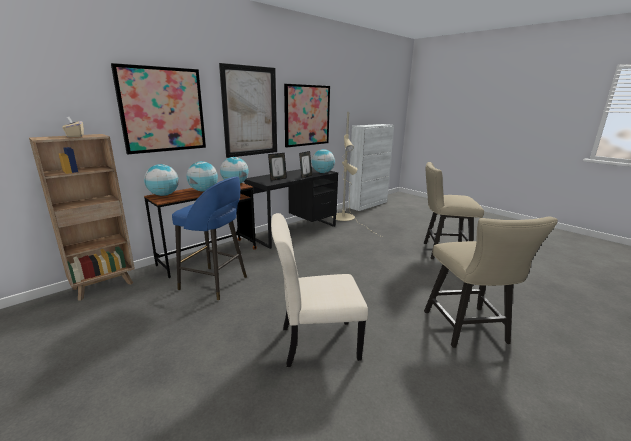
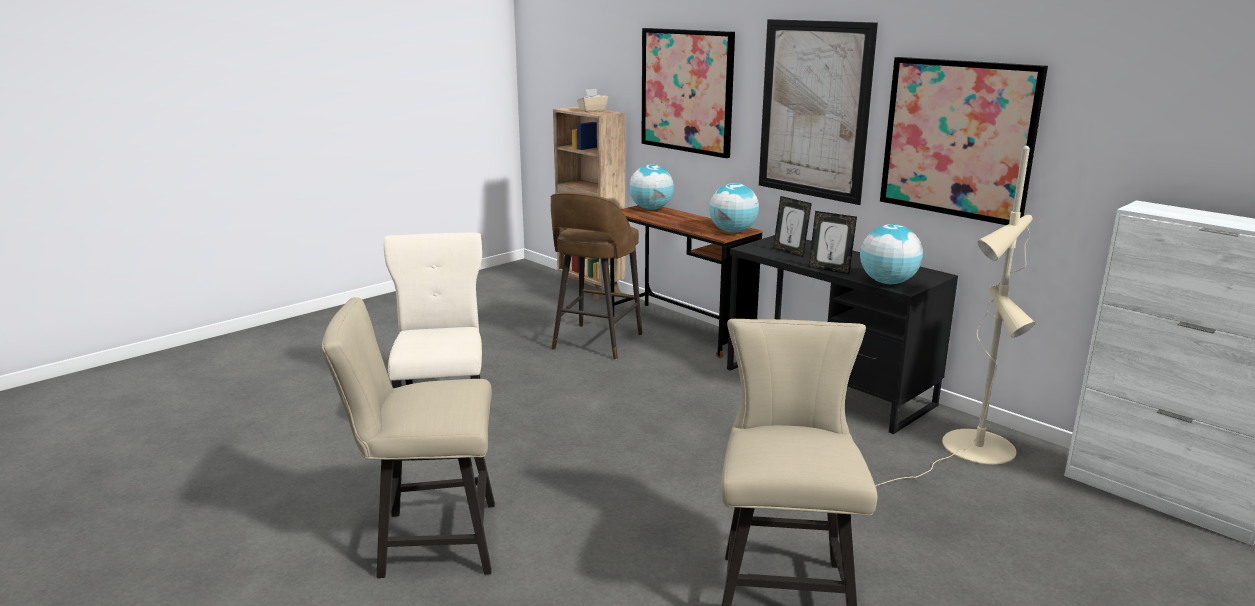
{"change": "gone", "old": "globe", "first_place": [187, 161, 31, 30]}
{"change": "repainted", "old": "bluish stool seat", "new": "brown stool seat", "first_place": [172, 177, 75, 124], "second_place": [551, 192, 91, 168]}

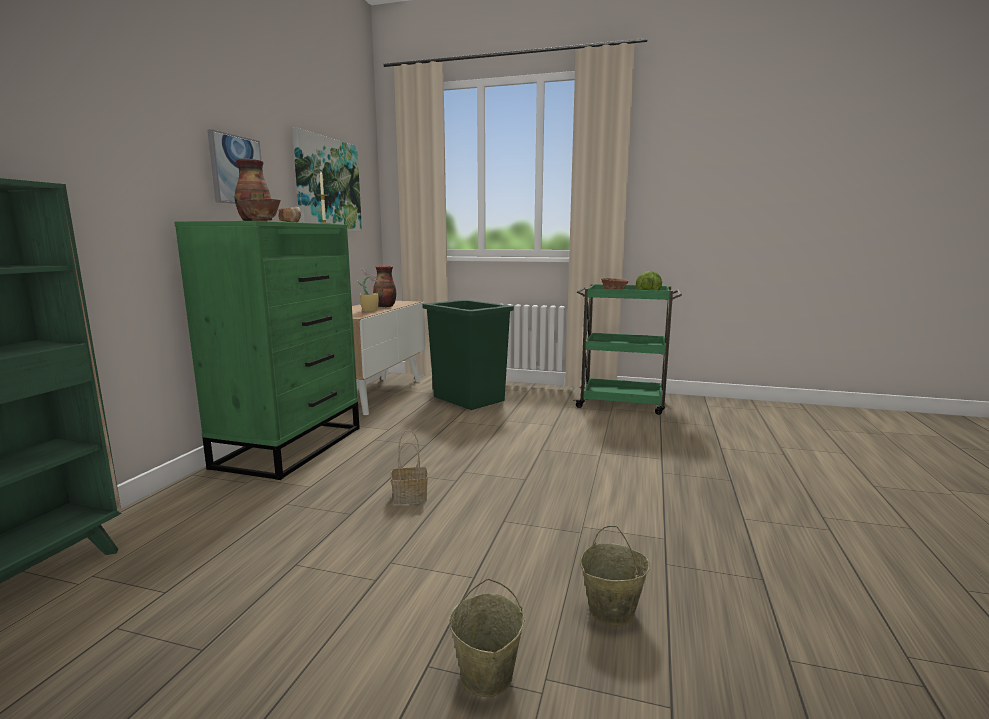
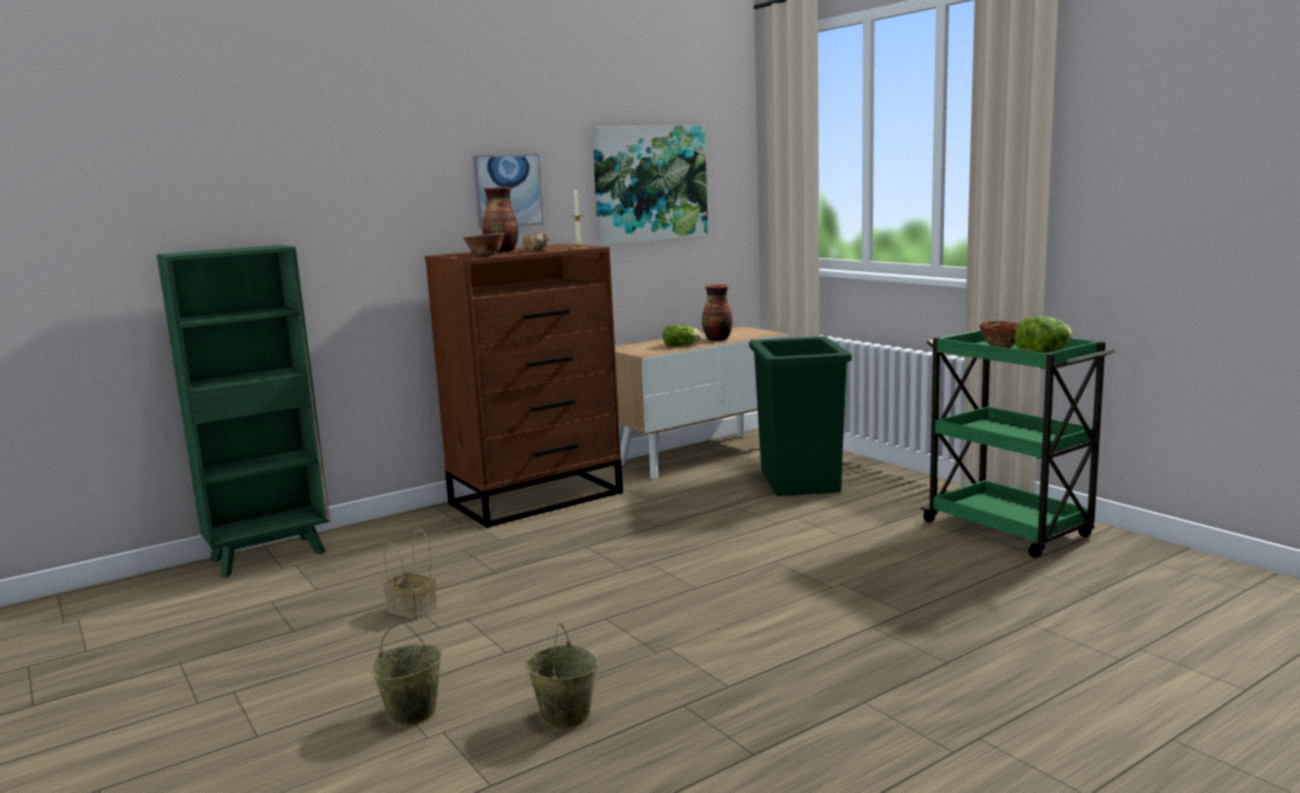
{"change": "shifted", "old": "storage basket", "first_place": [391, 430, 37, 74], "second_place": [383, 529, 54, 91]}
{"change": "swapped", "old": "plant in a pot", "new": "lettuce", "first_place": [357, 268, 22, 44], "second_place": [663, 325, 38, 21]}
{"change": "repainted", "old": "greenish chest of drawers", "new": "brown chest of drawers", "first_place": [174, 221, 186, 259], "second_place": [425, 244, 198, 284]}

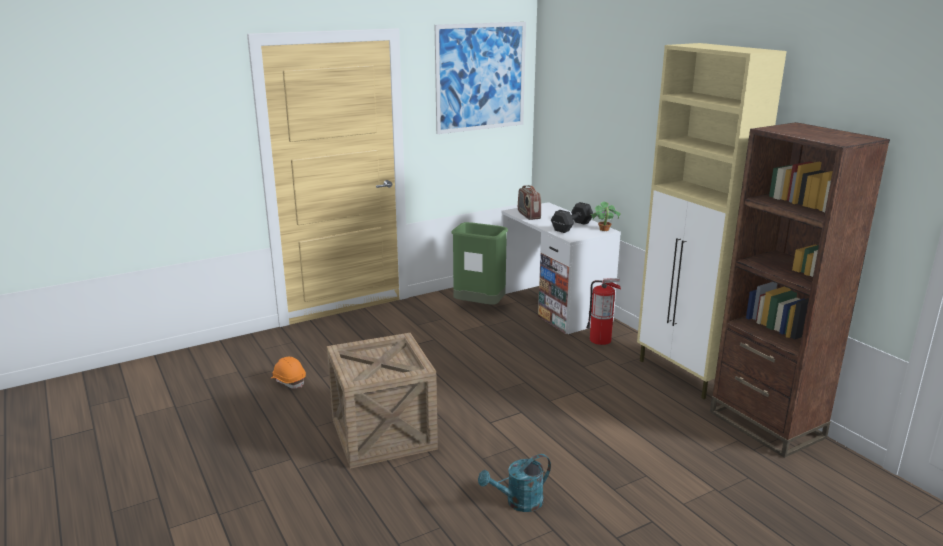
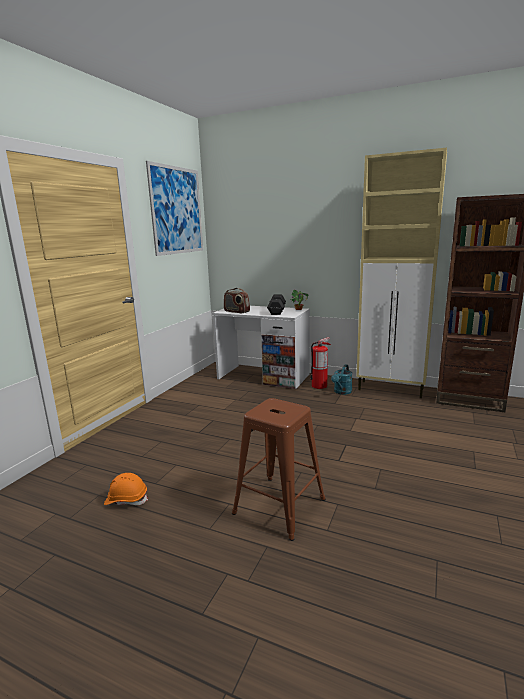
{"change": "gone", "old": "greenish trash can", "first_place": [451, 222, 57, 83]}
{"change": "shifted", "old": "turquoise sprinkling can", "first_place": [478, 454, 73, 58], "second_place": [331, 365, 21, 30]}
{"change": "swapped", "old": "packing crate", "new": "brown stool seat", "first_place": [327, 333, 111, 136], "second_place": [232, 398, 94, 143]}

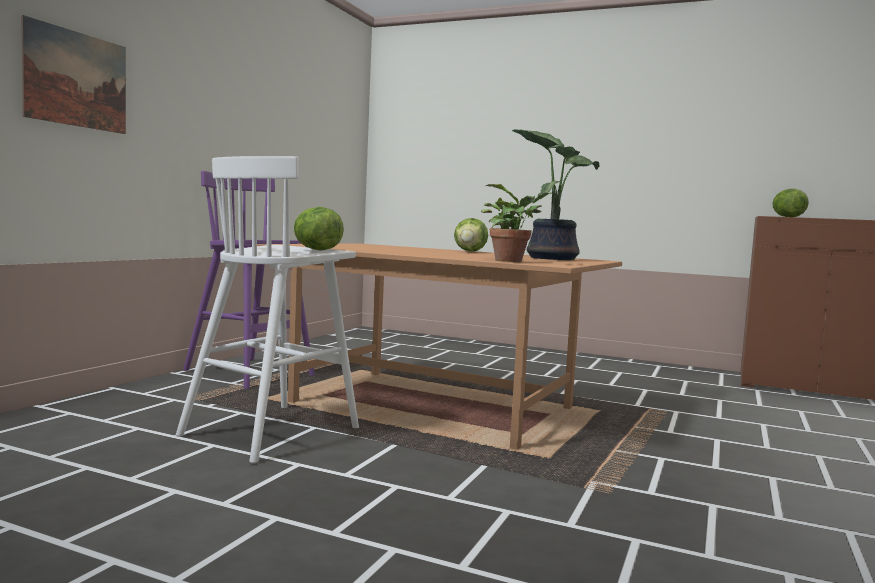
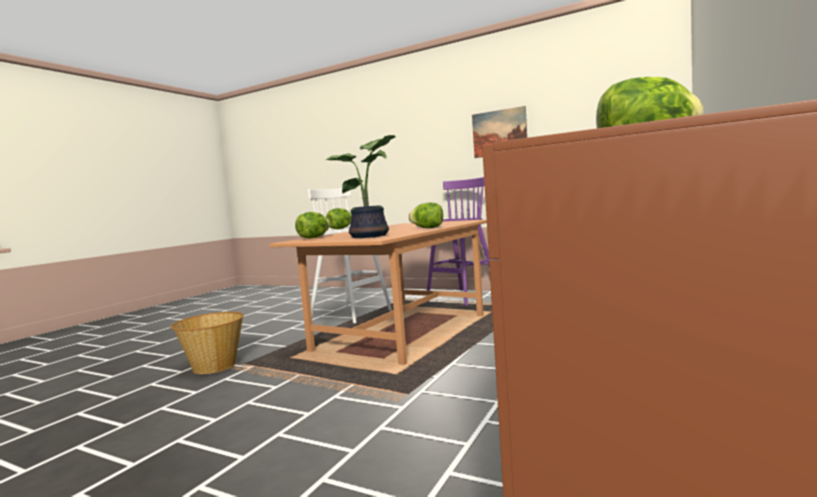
{"change": "new", "new": "storage basket", "second_place": [170, 312, 74, 62]}
{"change": "shifted", "old": "picture", "first_place": [21, 15, 105, 119], "second_place": [472, 106, 55, 52]}
{"change": "swapped", "old": "plant in a pot", "new": "lettuce", "first_place": [481, 184, 72, 78], "second_place": [295, 212, 35, 27]}

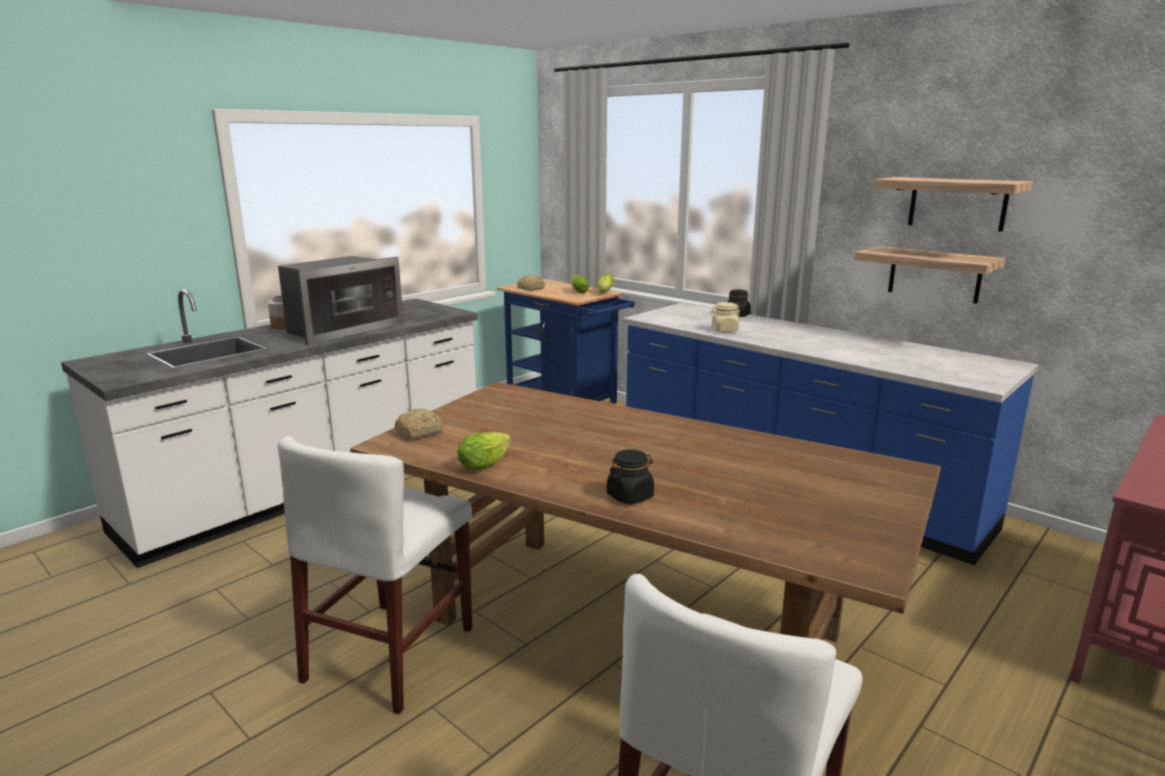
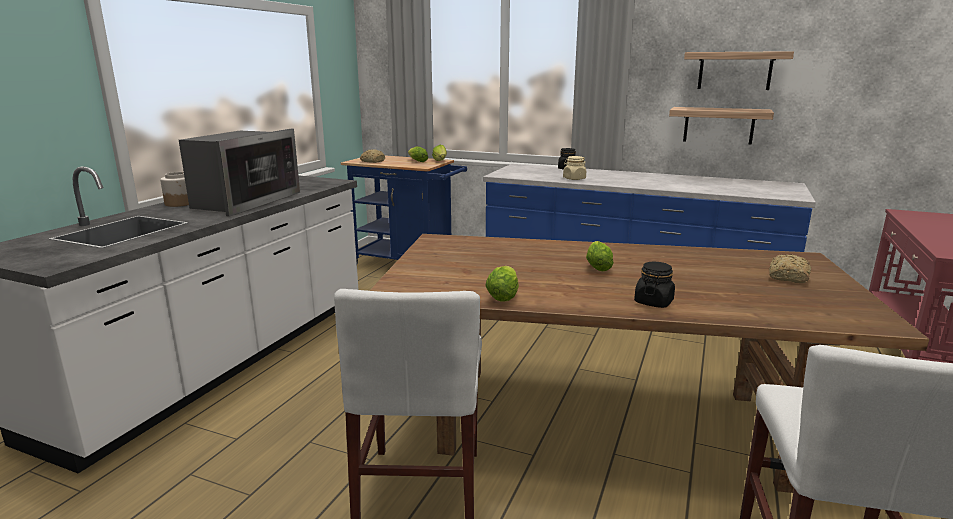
{"change": "new", "new": "lettuce", "second_place": [586, 241, 28, 30]}
{"change": "shifted", "old": "bakery bread", "first_place": [395, 408, 48, 32], "second_place": [769, 254, 42, 29]}

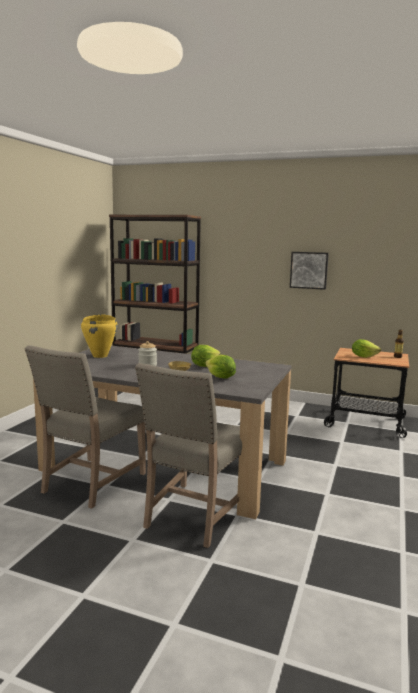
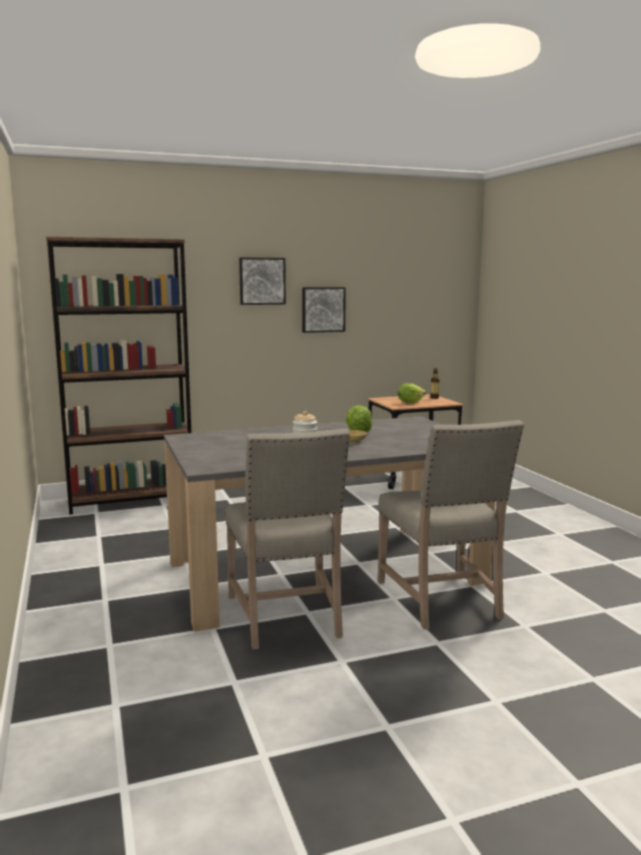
{"change": "gone", "old": "yellow-coloured saucepot", "first_place": [81, 314, 37, 44]}
{"change": "gone", "old": "lettuce", "first_place": [205, 355, 31, 23]}
{"change": "new", "new": "picture", "second_place": [239, 257, 47, 48]}

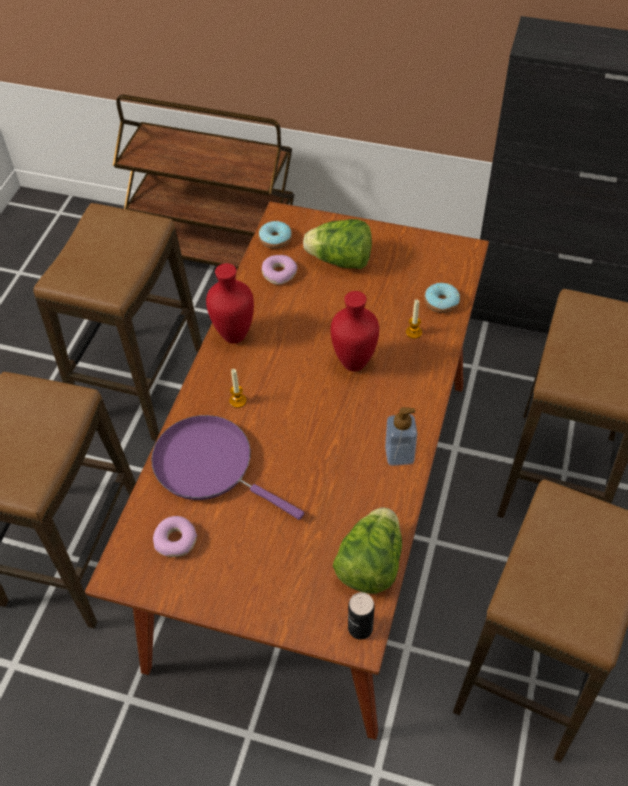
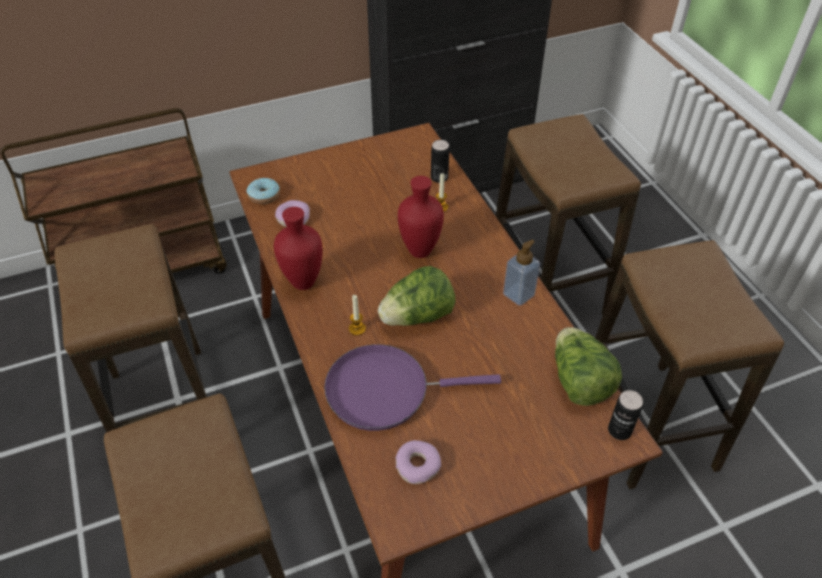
{"change": "shifted", "old": "lettuce", "first_place": [303, 219, 69, 50], "second_place": [378, 266, 78, 60]}
{"change": "swapped", "old": "donut", "new": "metal can", "first_place": [424, 283, 36, 30], "second_place": [431, 140, 19, 43]}

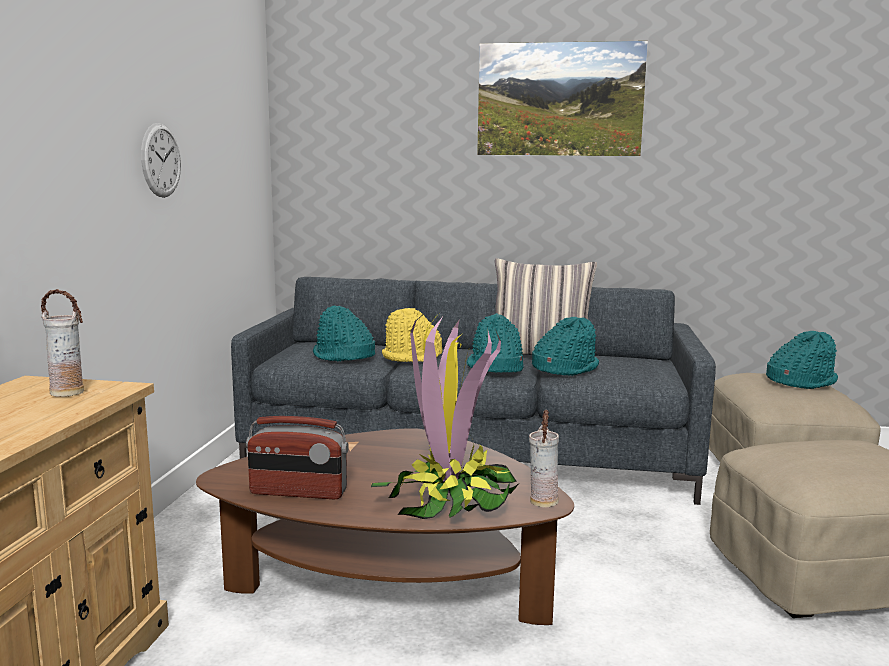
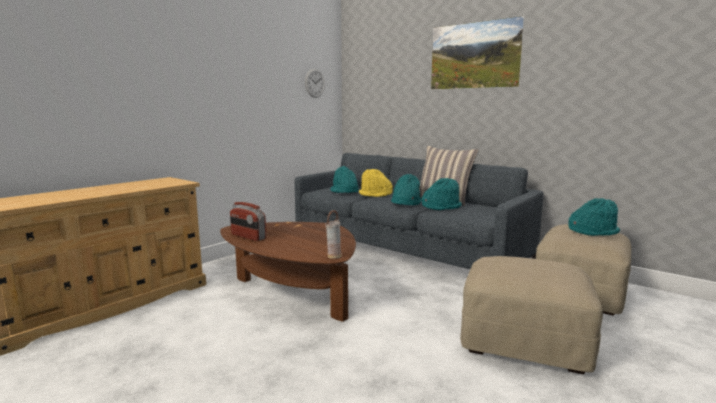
{"change": "gone", "old": "flower vase", "first_place": [41, 289, 43, 108]}
{"change": "gone", "old": "plant in a pot", "first_place": [371, 312, 148, 207]}
{"change": "shifted", "old": "hanging clock", "first_place": [141, 123, 40, 75], "second_place": [305, 69, 20, 29]}

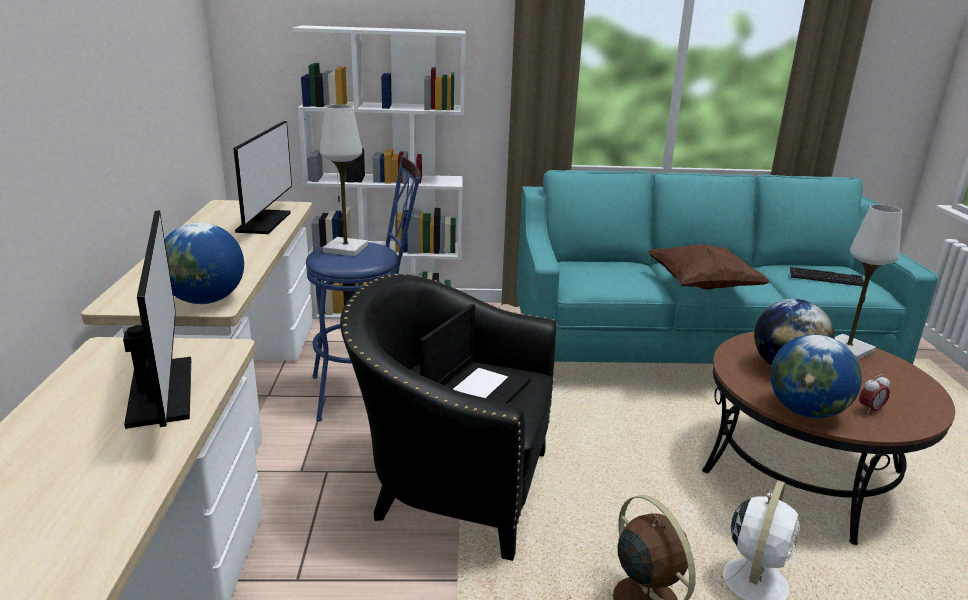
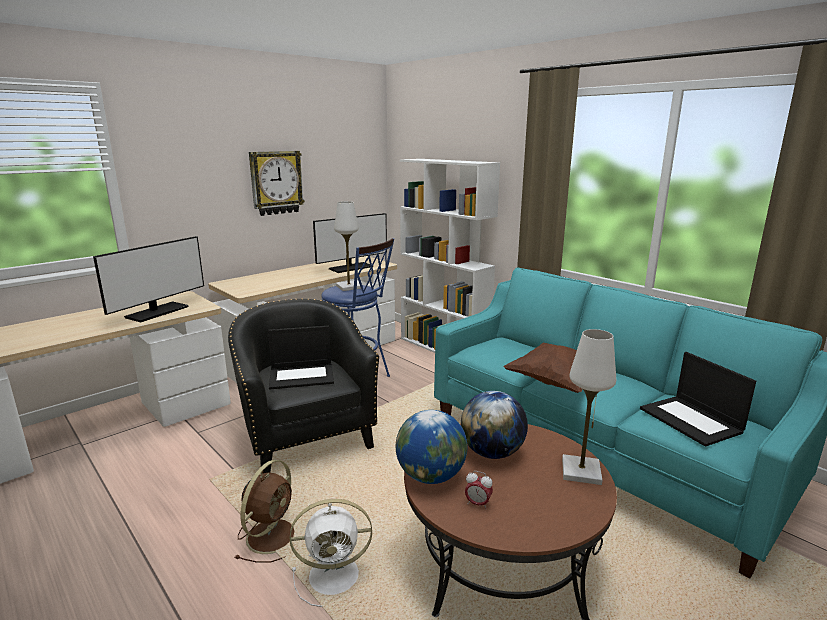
{"change": "gone", "old": "globe", "first_place": [165, 222, 79, 82]}
{"change": "new", "new": "hanging clock", "second_place": [249, 151, 56, 65]}
{"change": "swapped", "old": "PC keyboard", "new": "portable computer", "first_place": [790, 267, 74, 19], "second_place": [640, 352, 116, 95]}

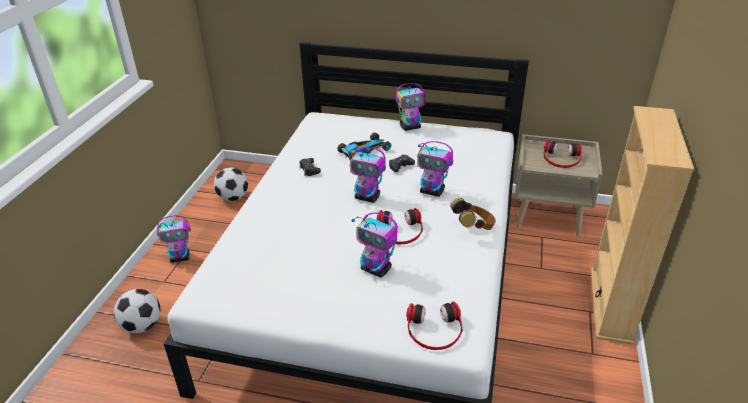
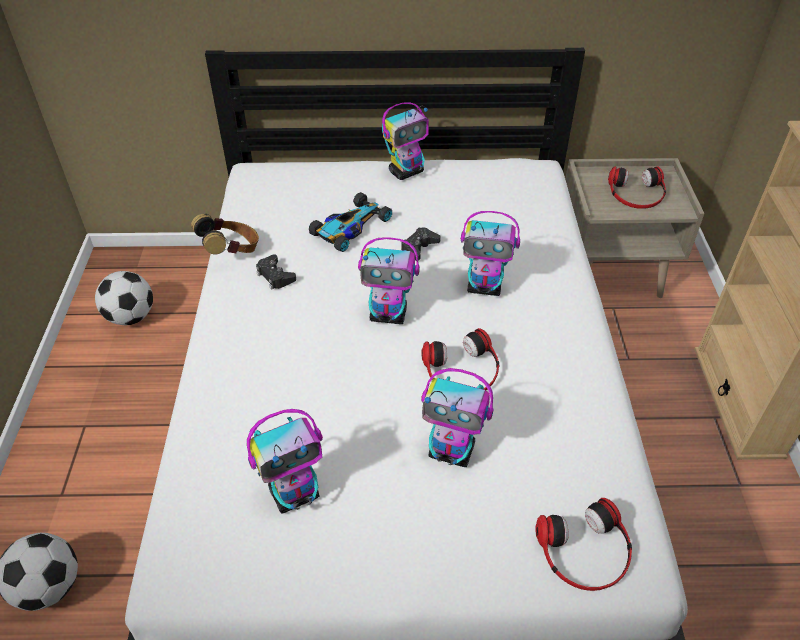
{"change": "shifted", "old": "model robot", "first_place": [157, 215, 34, 48], "second_place": [247, 409, 76, 105]}
{"change": "shifted", "old": "headphones", "first_place": [450, 198, 46, 32], "second_place": [191, 214, 68, 41]}

